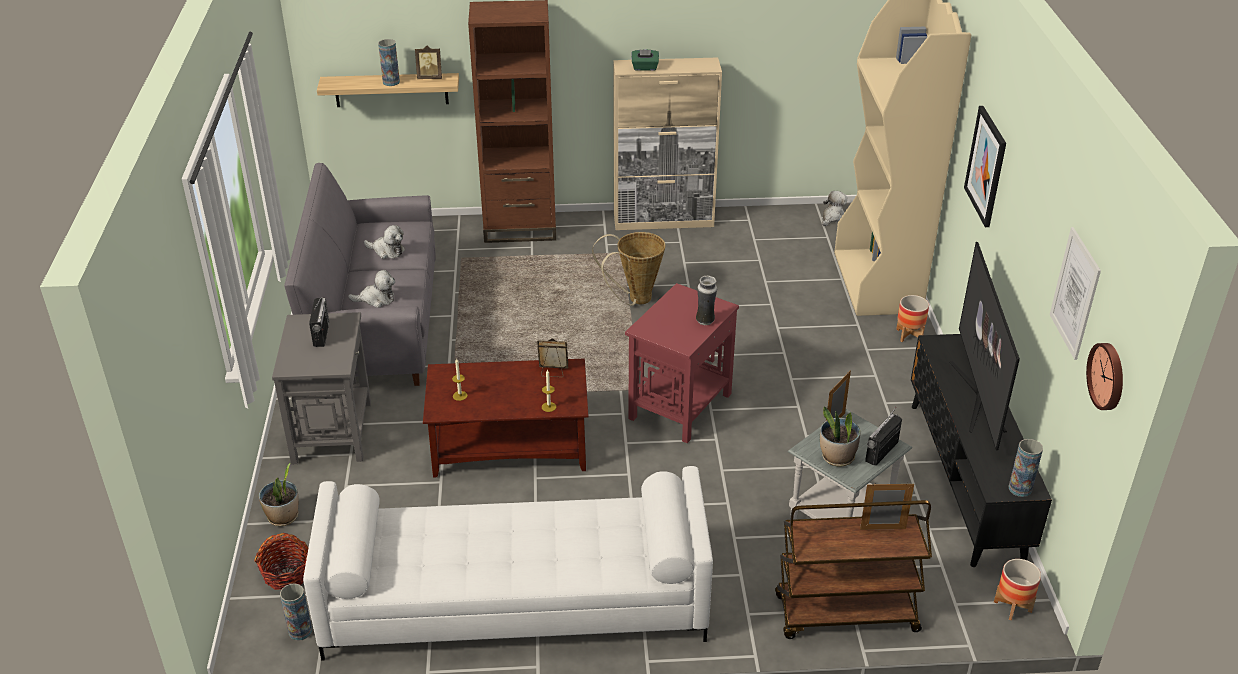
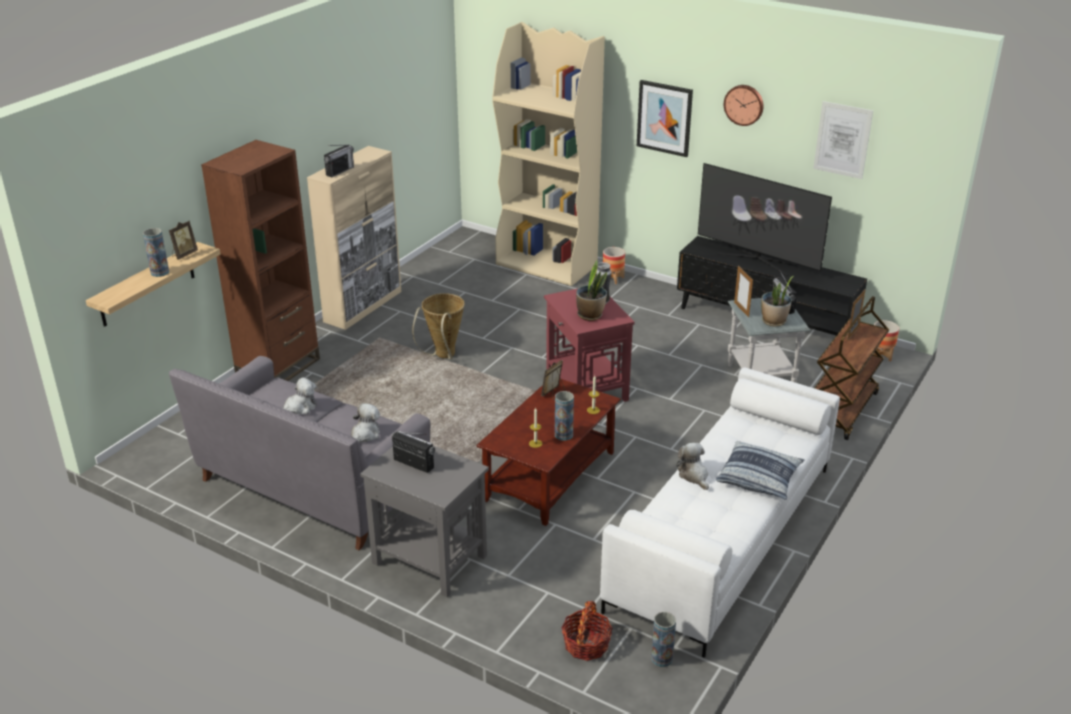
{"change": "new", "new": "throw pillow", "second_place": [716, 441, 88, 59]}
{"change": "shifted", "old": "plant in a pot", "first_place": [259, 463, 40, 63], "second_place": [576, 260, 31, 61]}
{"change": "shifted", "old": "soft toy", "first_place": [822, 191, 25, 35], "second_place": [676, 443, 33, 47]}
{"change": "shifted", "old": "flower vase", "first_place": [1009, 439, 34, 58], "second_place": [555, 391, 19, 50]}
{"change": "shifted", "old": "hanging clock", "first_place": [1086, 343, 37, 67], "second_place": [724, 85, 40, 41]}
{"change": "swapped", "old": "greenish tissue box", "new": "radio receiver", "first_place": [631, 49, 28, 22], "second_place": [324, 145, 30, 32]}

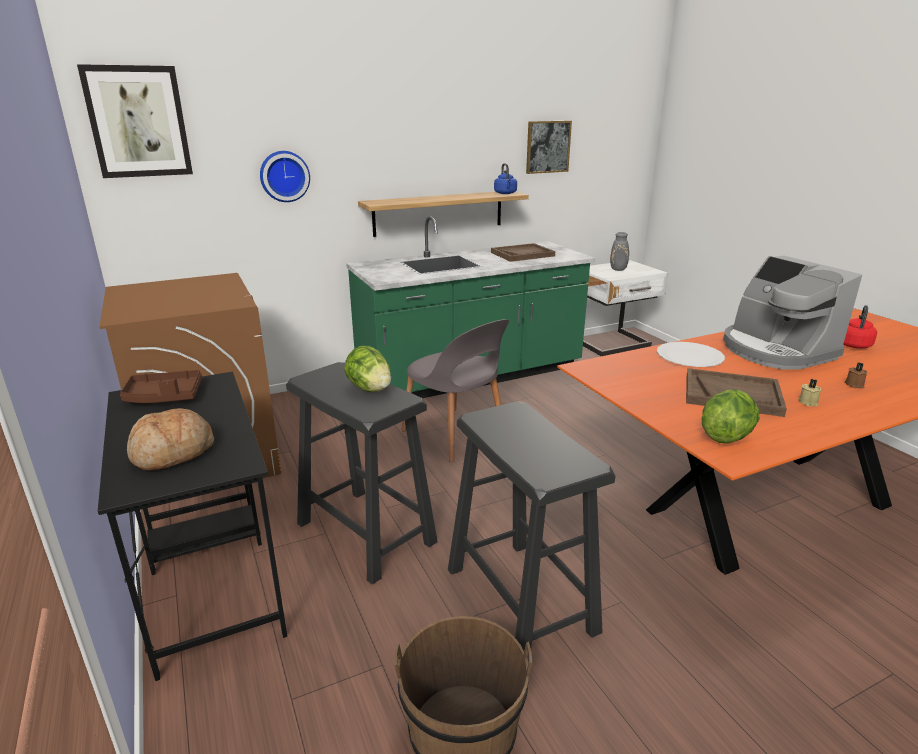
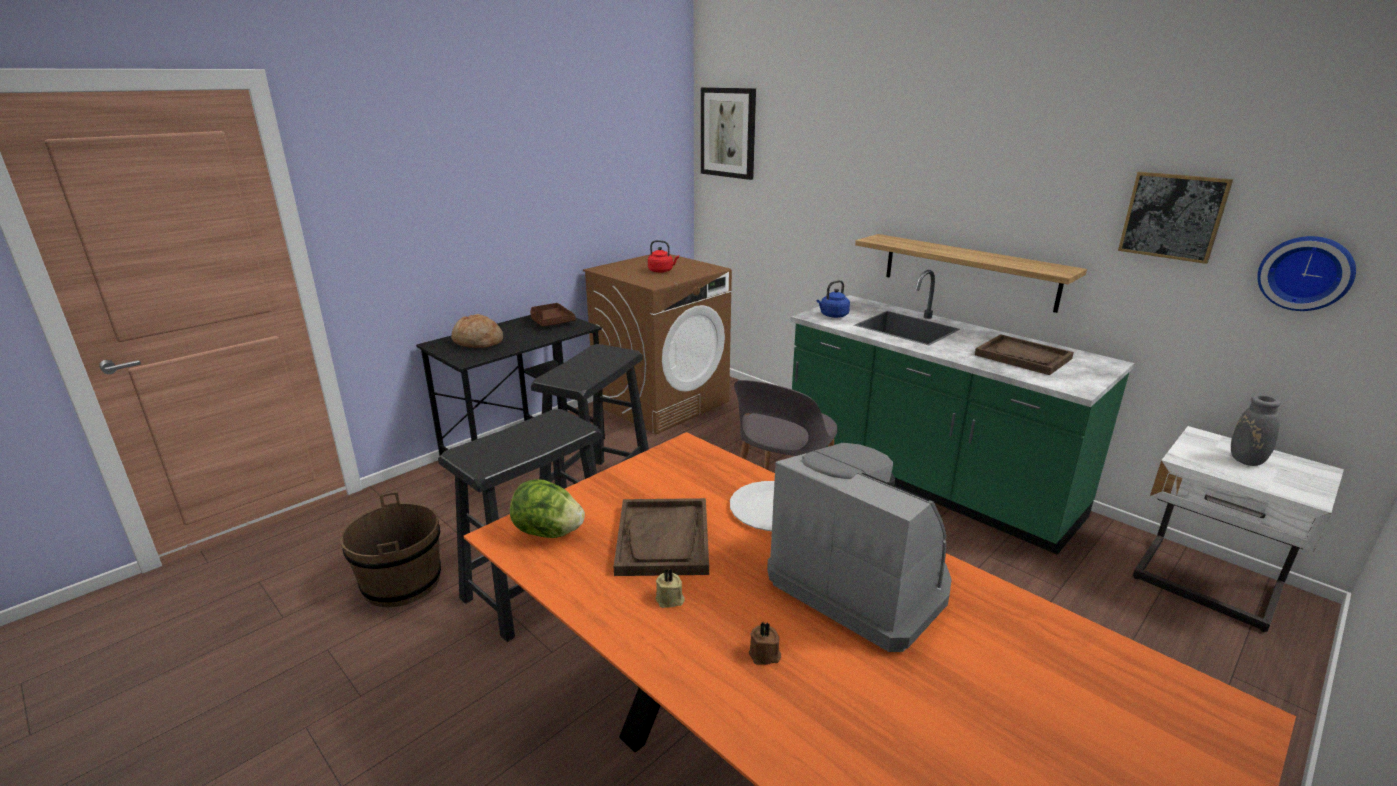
{"change": "gone", "old": "lettuce", "first_place": [344, 346, 47, 46]}
{"change": "shifted", "old": "hanging clock", "first_place": [260, 151, 50, 51], "second_place": [1257, 236, 99, 75]}
{"change": "shifted", "old": "bluish kettle", "first_place": [494, 163, 23, 31], "second_place": [817, 280, 33, 38]}
{"change": "shifted", "old": "red-coloured kettle", "first_place": [843, 305, 34, 43], "second_place": [648, 240, 31, 33]}
{"change": "rotated", "old": "coffee brewer", "first_place": [723, 256, 139, 114], "second_place": [767, 443, 185, 209], "degrees": 90}

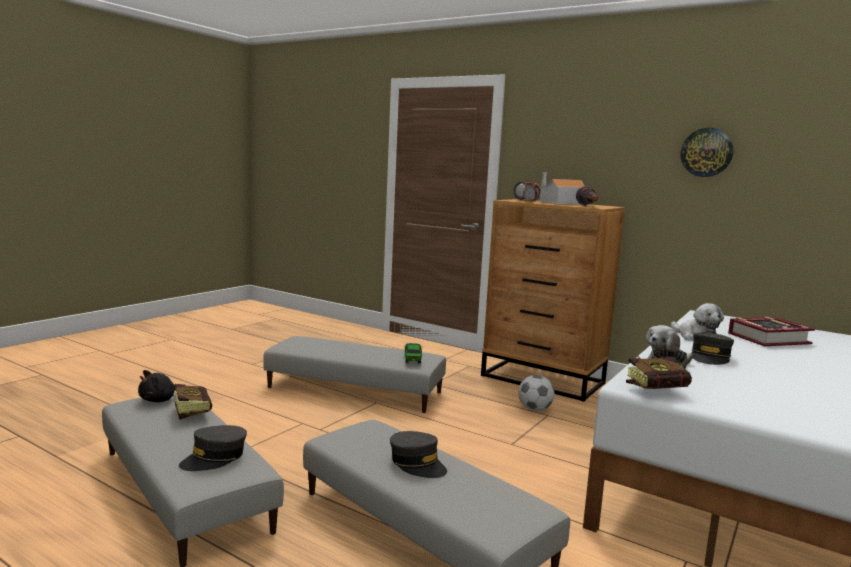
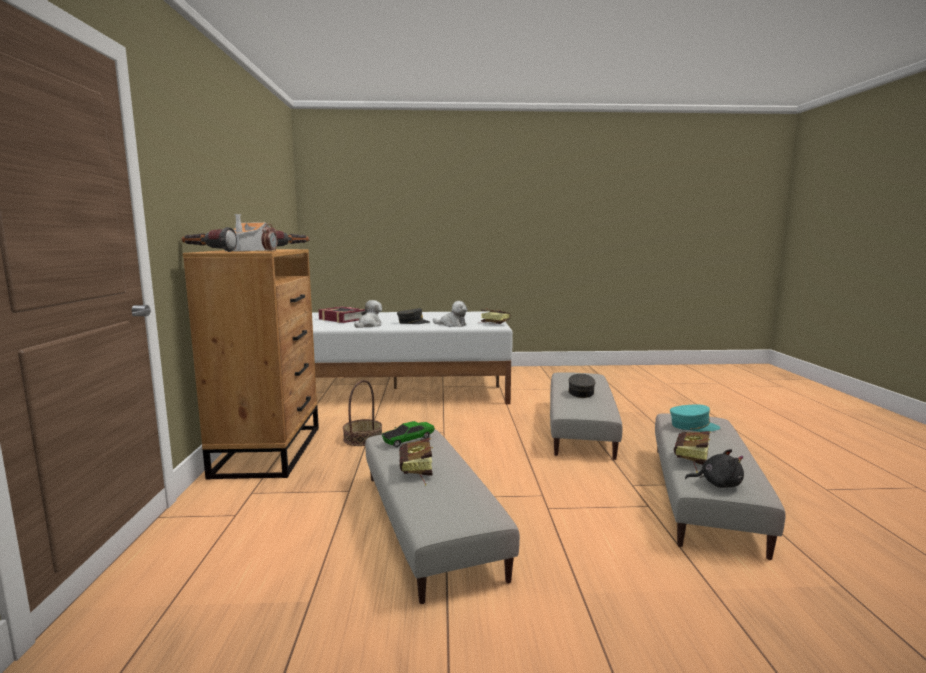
{"change": "gone", "old": "hanging clock", "first_place": [680, 128, 53, 49]}
{"change": "new", "new": "book", "second_place": [399, 438, 34, 48]}
{"change": "swapped", "old": "football", "new": "storage basket", "first_place": [518, 375, 37, 36], "second_place": [343, 380, 39, 66]}
{"change": "repainted", "old": "grey peaked cap", "new": "turquoise peaked cap", "first_place": [179, 425, 68, 46], "second_place": [670, 404, 50, 28]}

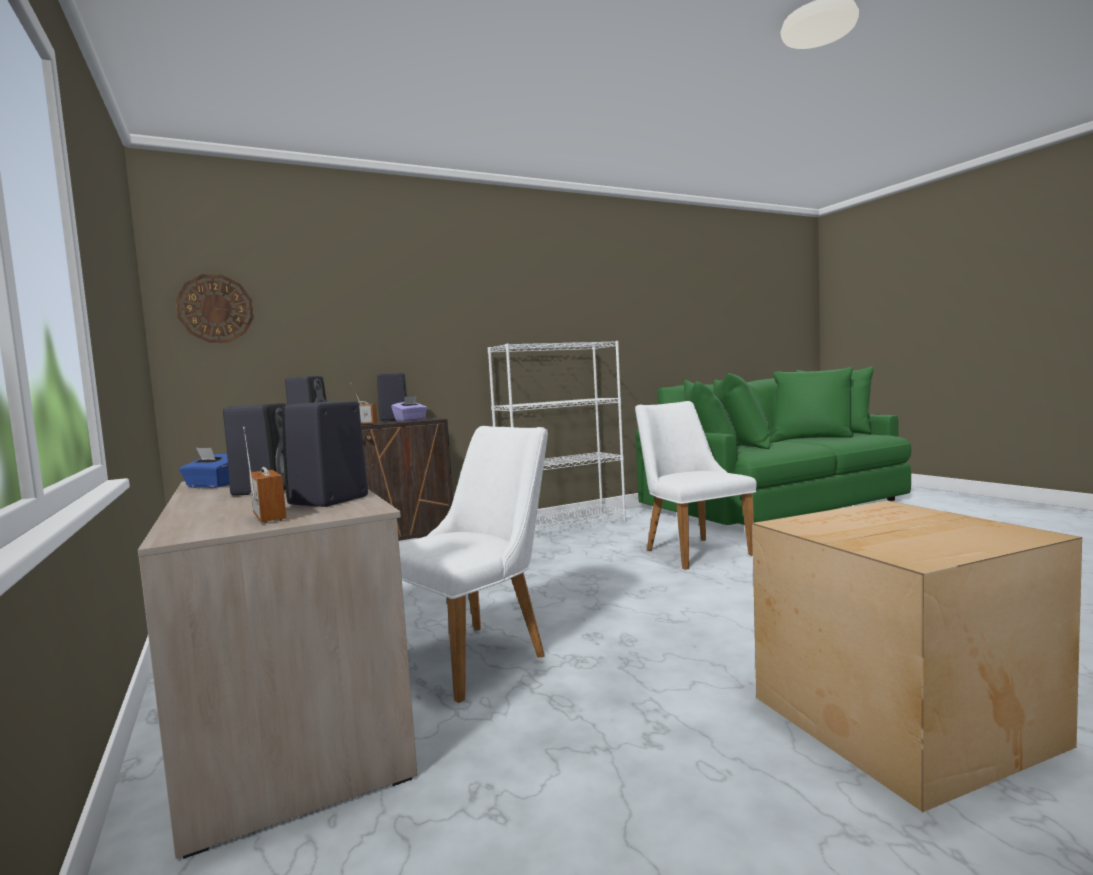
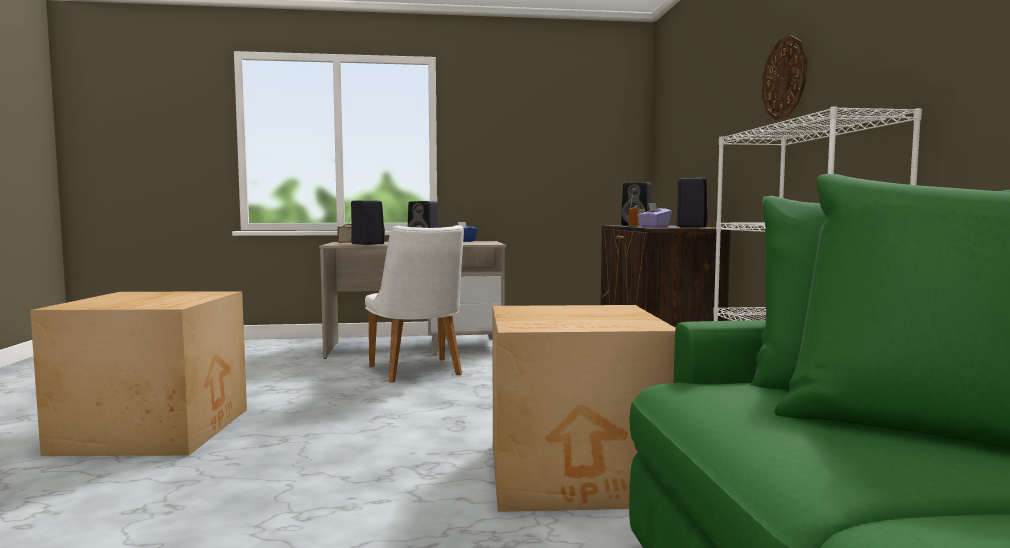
{"change": "shifted", "old": "hanging clock", "first_place": [176, 274, 78, 69], "second_place": [762, 35, 45, 85]}
{"change": "swapped", "old": "white-coloured upright chair", "new": "packing box", "first_place": [635, 401, 122, 169], "second_place": [492, 305, 183, 207]}

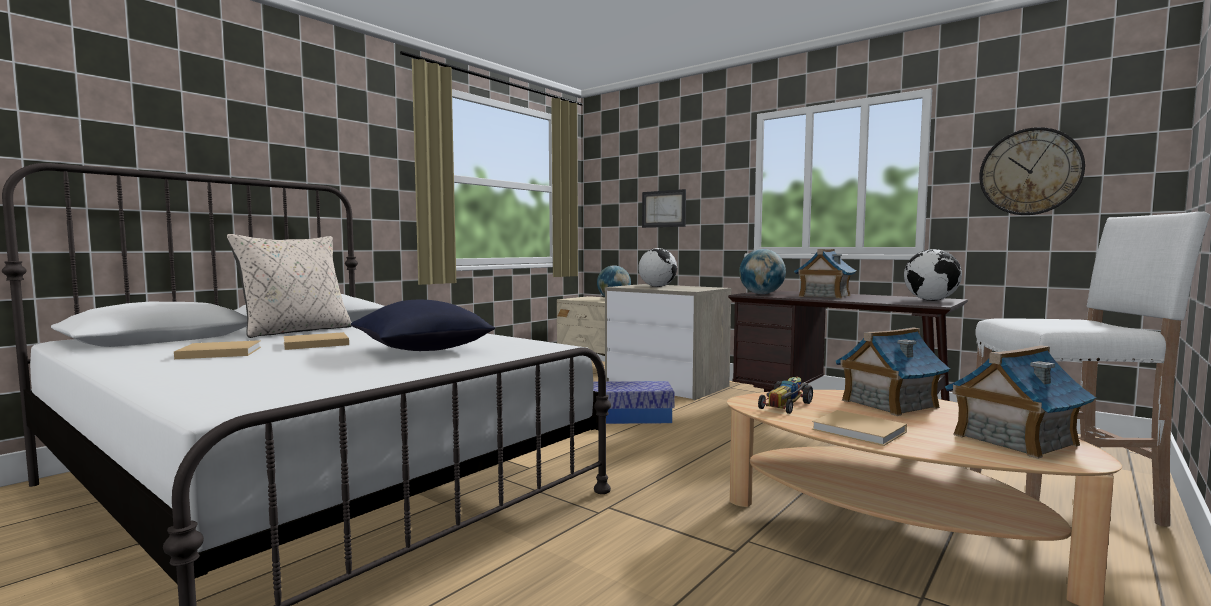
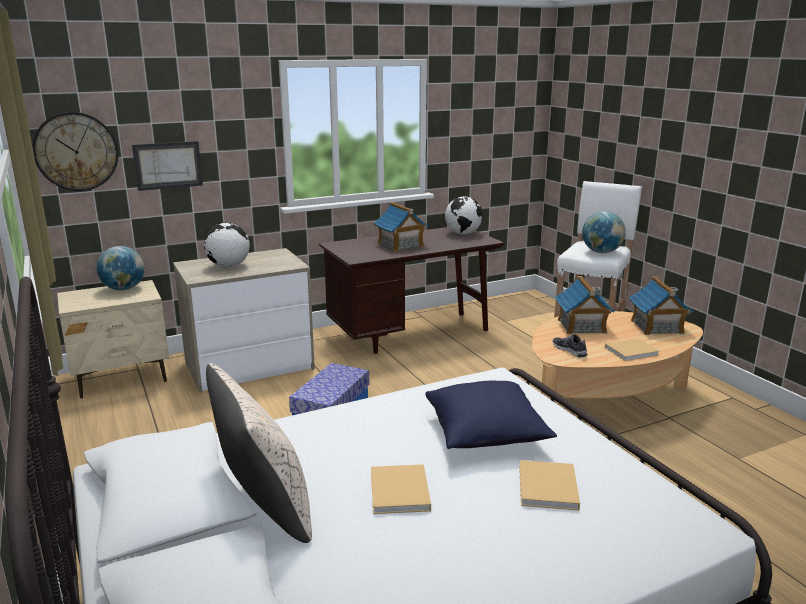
{"change": "shifted", "old": "sand-coloured book", "first_place": [174, 340, 87, 19], "second_place": [519, 460, 61, 51]}
{"change": "shifted", "old": "globe", "first_place": [739, 249, 47, 45], "second_place": [582, 211, 44, 42]}
{"change": "shifted", "old": "hanging clock", "first_place": [979, 127, 106, 88], "second_place": [33, 112, 85, 79]}
{"change": "swapped", "old": "miniature car", "new": "shoe", "first_place": [758, 377, 55, 37], "second_place": [553, 334, 35, 24]}

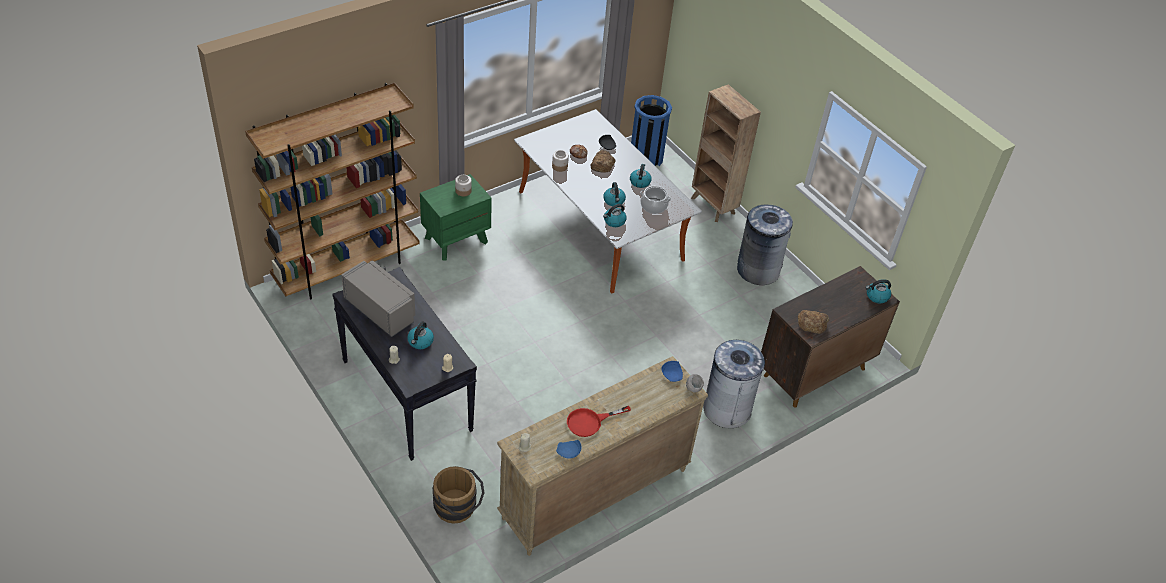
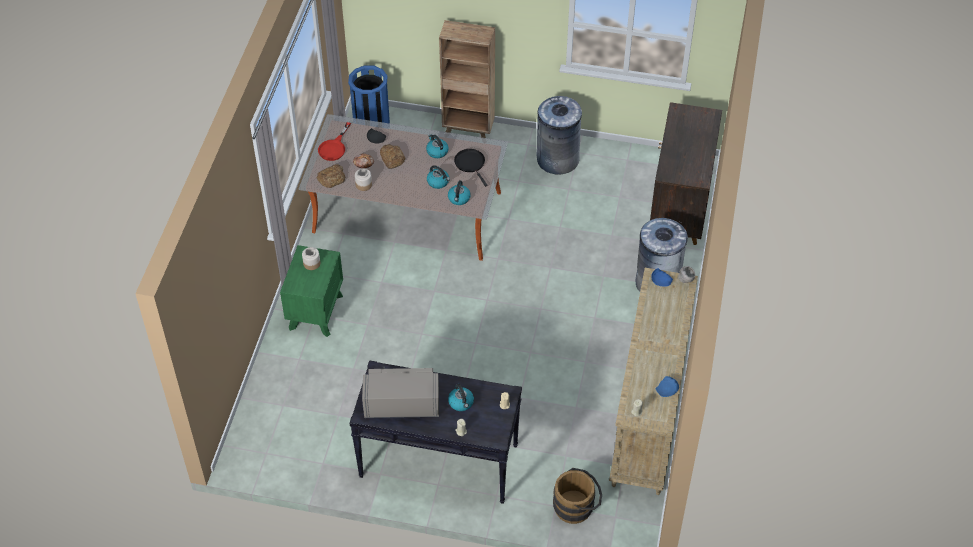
{"change": "gone", "old": "brown bookcase", "first_place": [245, 83, 175, 216]}
{"change": "gone", "old": "kettle", "first_place": [866, 279, 25, 24]}
{"change": "shifted", "old": "red-coloured frying pan", "first_place": [567, 406, 64, 31], "second_place": [318, 122, 33, 39]}
{"change": "shifted", "old": "bakery bread", "first_place": [798, 310, 31, 24], "second_place": [317, 164, 28, 24]}
{"change": "swapped", "old": "saucepot", "new": "black frying pan", "first_place": [640, 186, 31, 28], "second_place": [454, 149, 34, 38]}

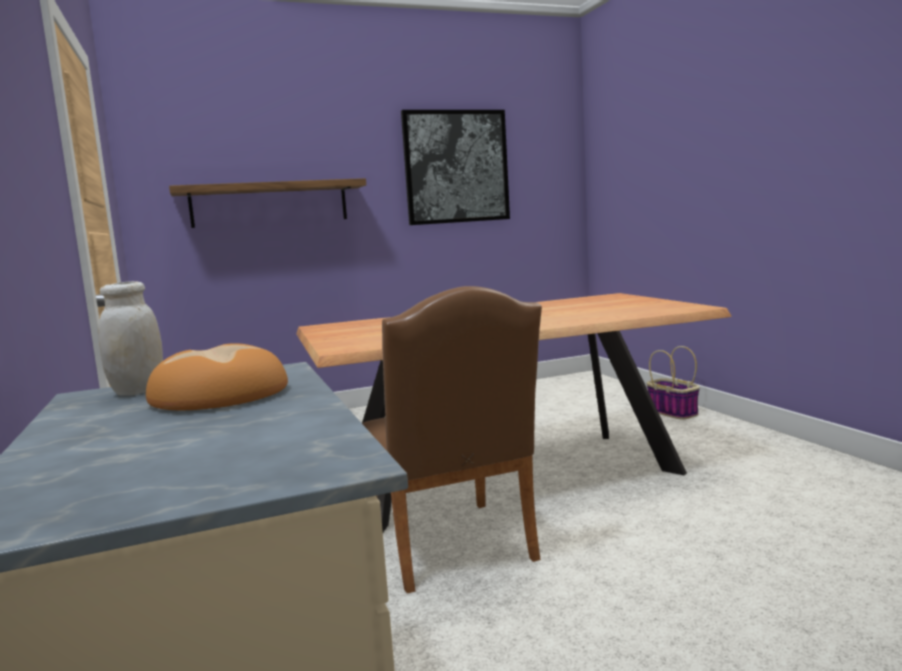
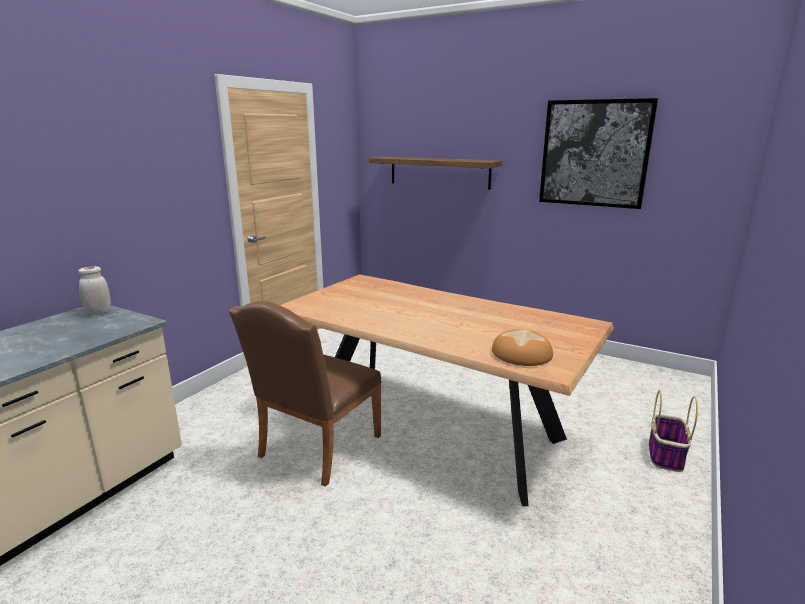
{"change": "shifted", "old": "bakery bread", "first_place": [146, 343, 142, 67], "second_place": [492, 329, 61, 37]}

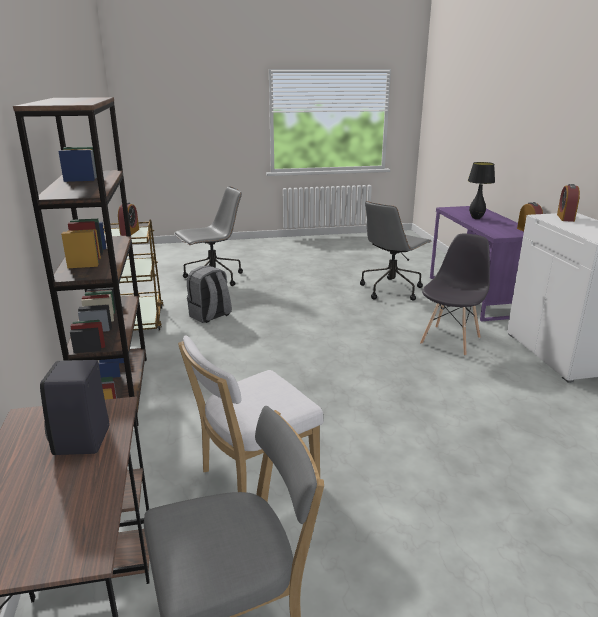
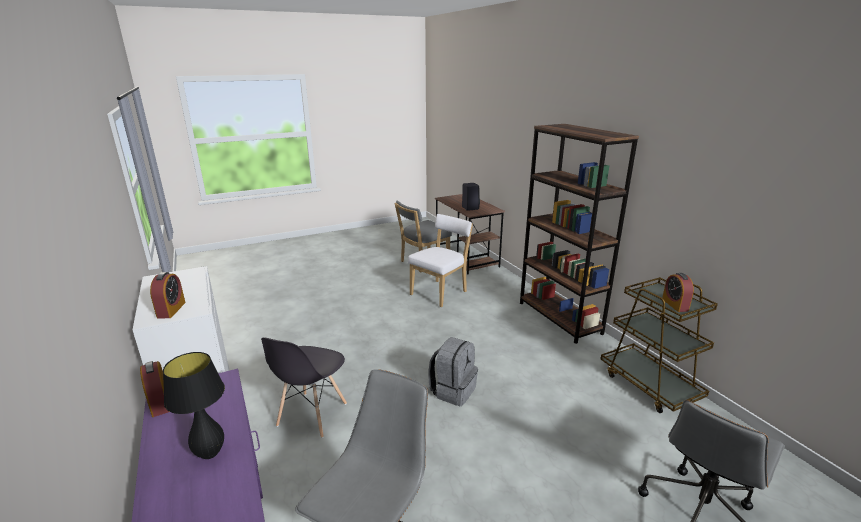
{"change": "shifted", "old": "grey knapsack", "first_place": [187, 265, 45, 58], "second_place": [428, 337, 50, 69]}

